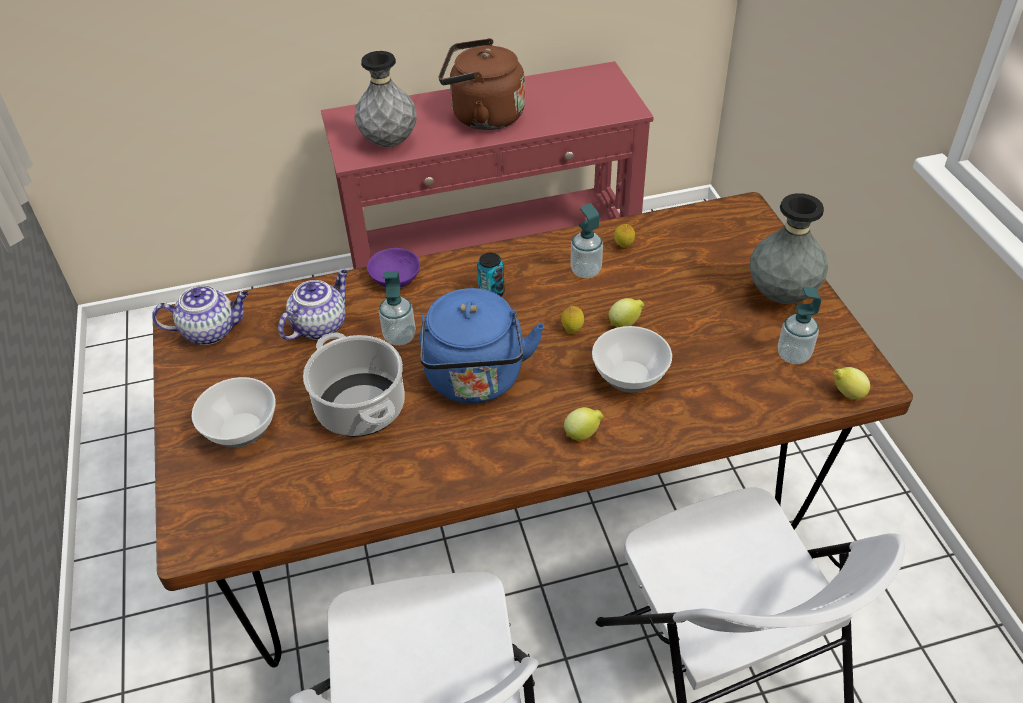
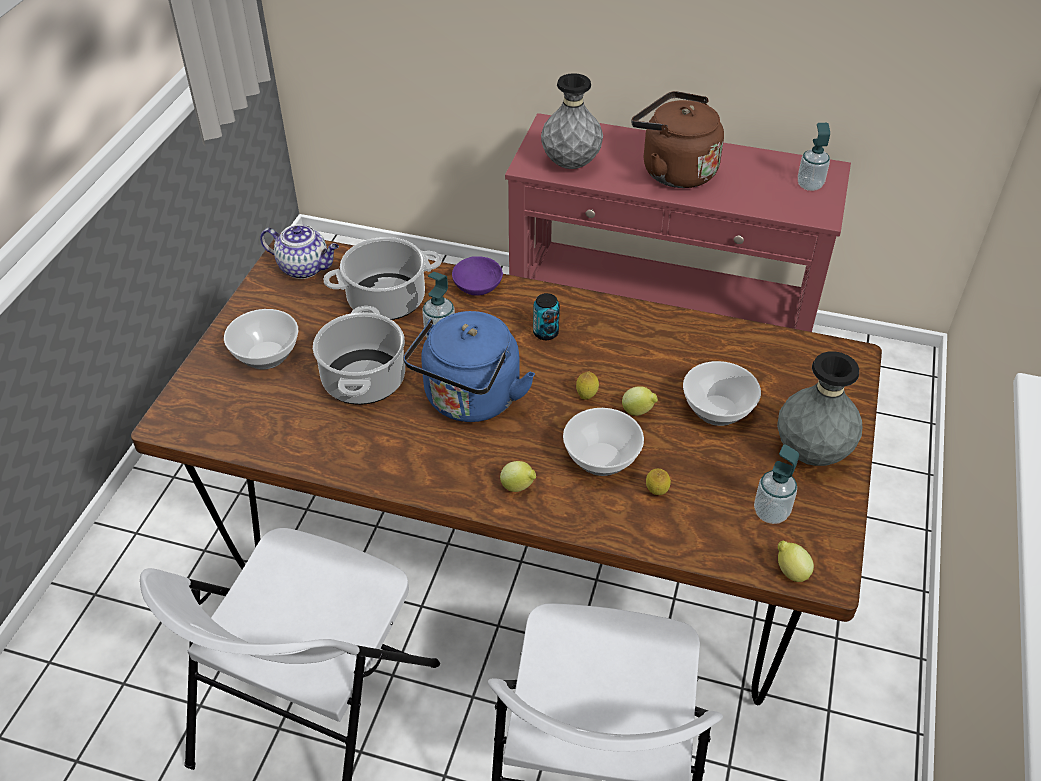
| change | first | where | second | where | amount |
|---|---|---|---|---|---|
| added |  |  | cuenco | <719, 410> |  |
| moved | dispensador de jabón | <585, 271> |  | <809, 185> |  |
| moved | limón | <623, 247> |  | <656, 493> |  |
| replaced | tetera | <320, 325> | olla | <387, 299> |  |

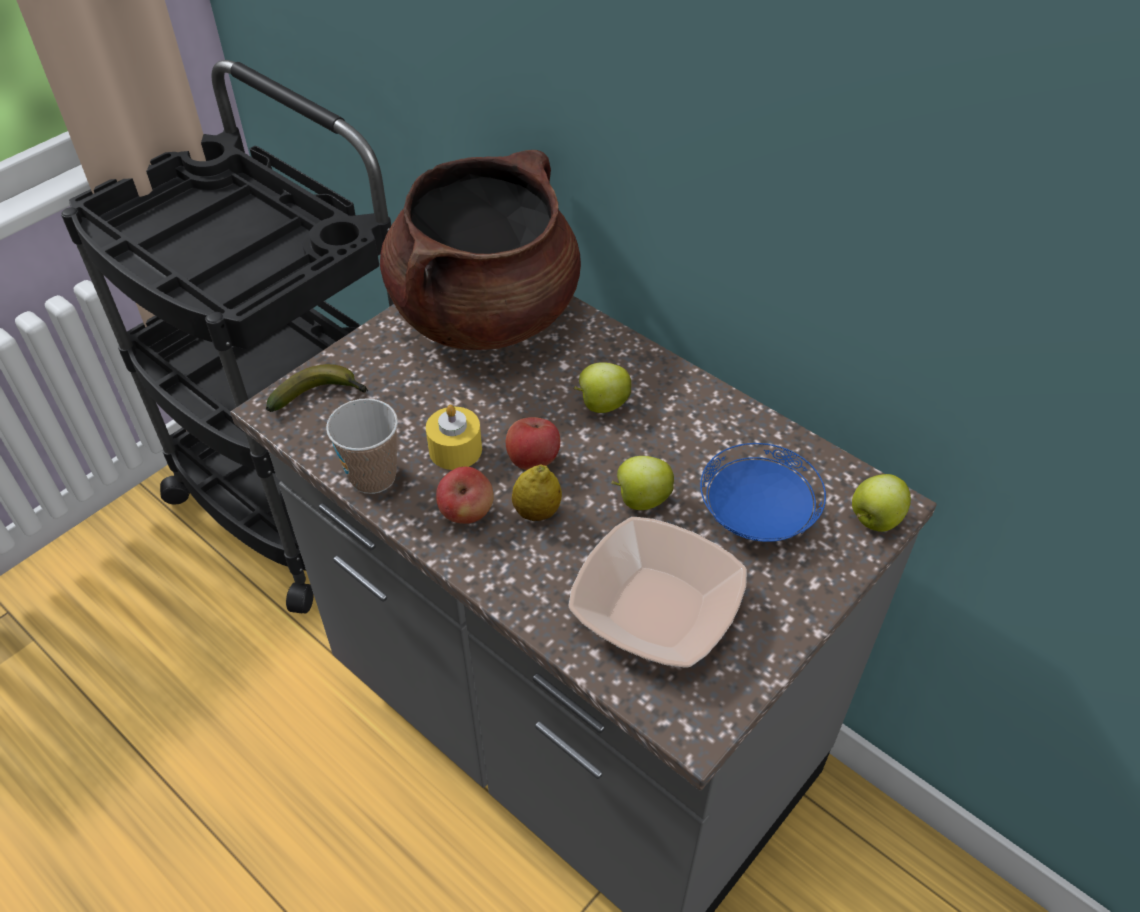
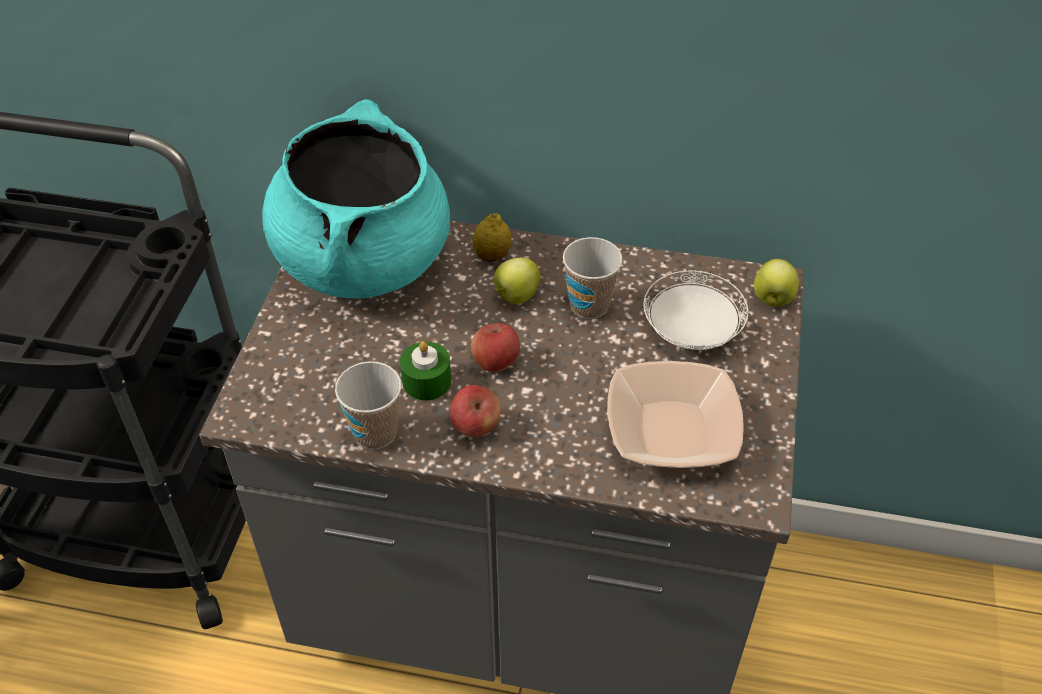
| change | first | where | second | where | amount |
|---|---|---|---|---|---|
| removed | plátano | <321, 396> |  |  |  |
| removed | manzana | <641, 499> |  |  |  |
| added |  |  | taza | <589, 305> |  |
| moved | limón | <537, 512> |  | <492, 256> |  |
| recoloured | olla/marrón | <485, 314> | olla/turquesa | <363, 260> |  |
| recoloured | vela/amarillo | <455, 450> | vela/verde | <426, 381> |  |
| recoloured | plato/azul | <756, 514> | plato/blanco | <691, 330> |  |

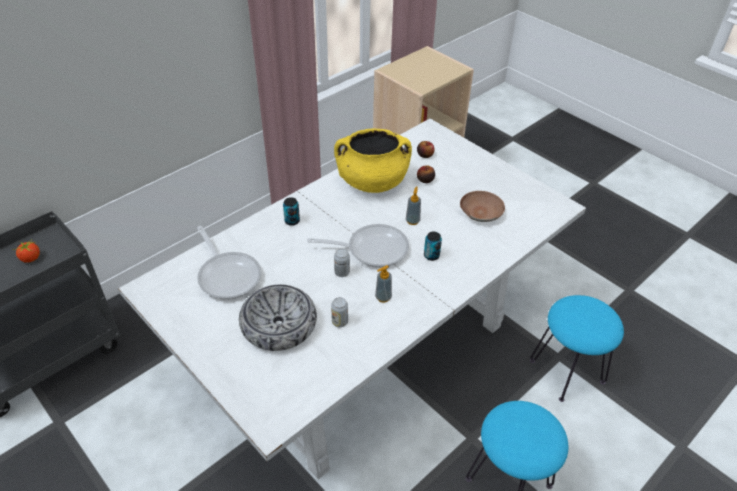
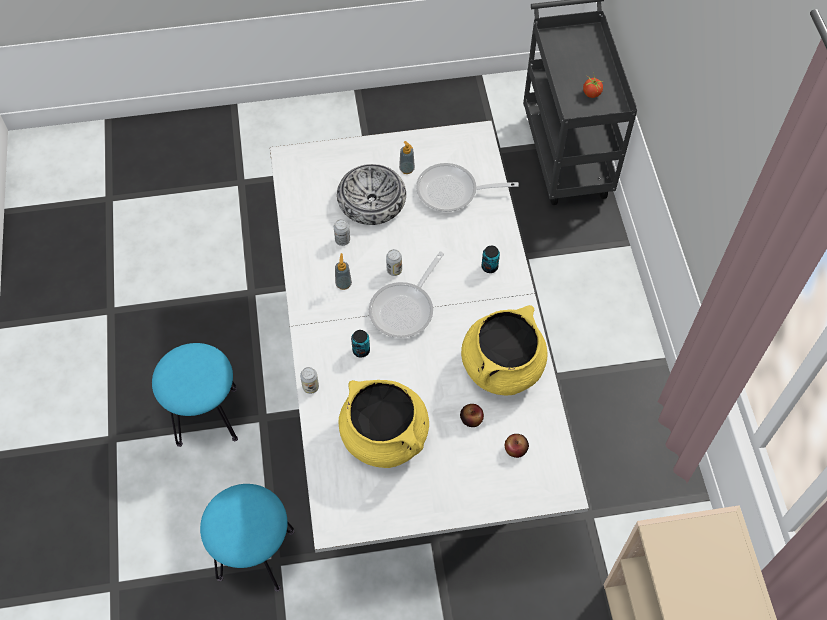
| change | first | where | second | where | amount |
|---|---|---|---|---|---|
| added |  |  | lata | <310, 387> |  |
| moved | dispensador de jabón | <412, 221> |  | <407, 169> |  |
| replaced | cuenco/marrón | <480, 212> | olla/amarillo | <385, 436> |  |

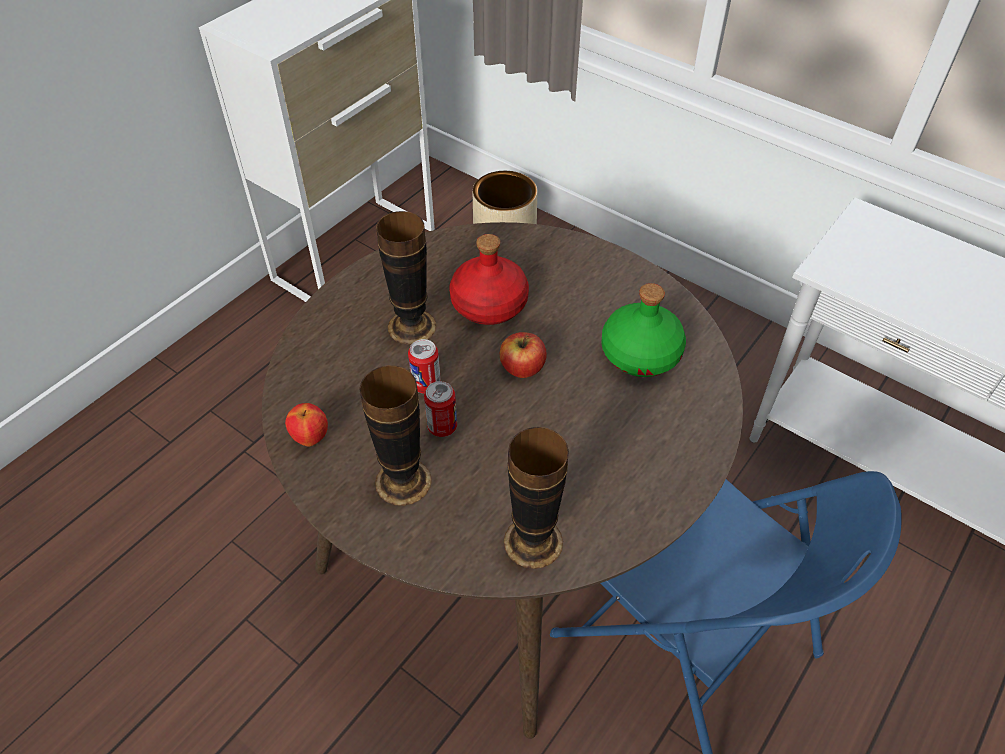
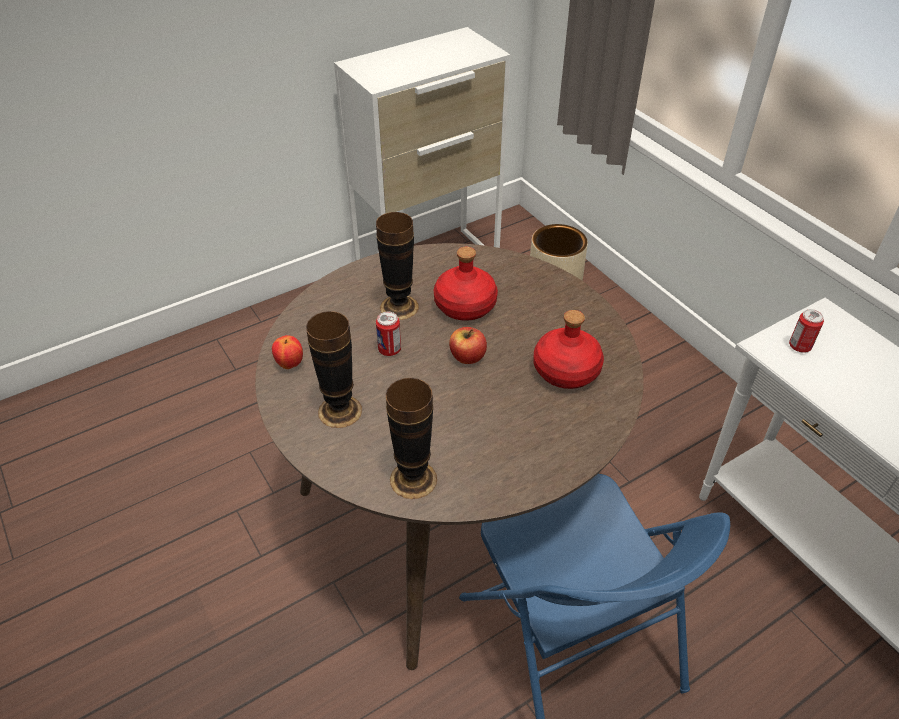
| change | first | where | second | where | amount |
|---|---|---|---|---|---|
| moved | lata | <442, 427> |  | <799, 346> |  |
| recoloured | botella/verde | <641, 354> | botella/rojo | <567, 371> |  |

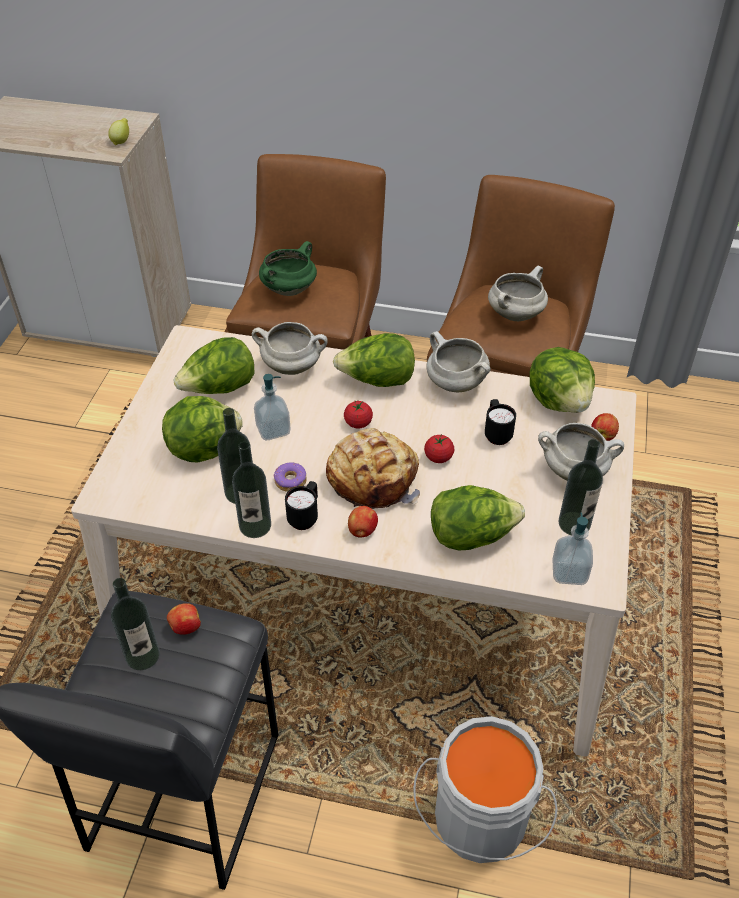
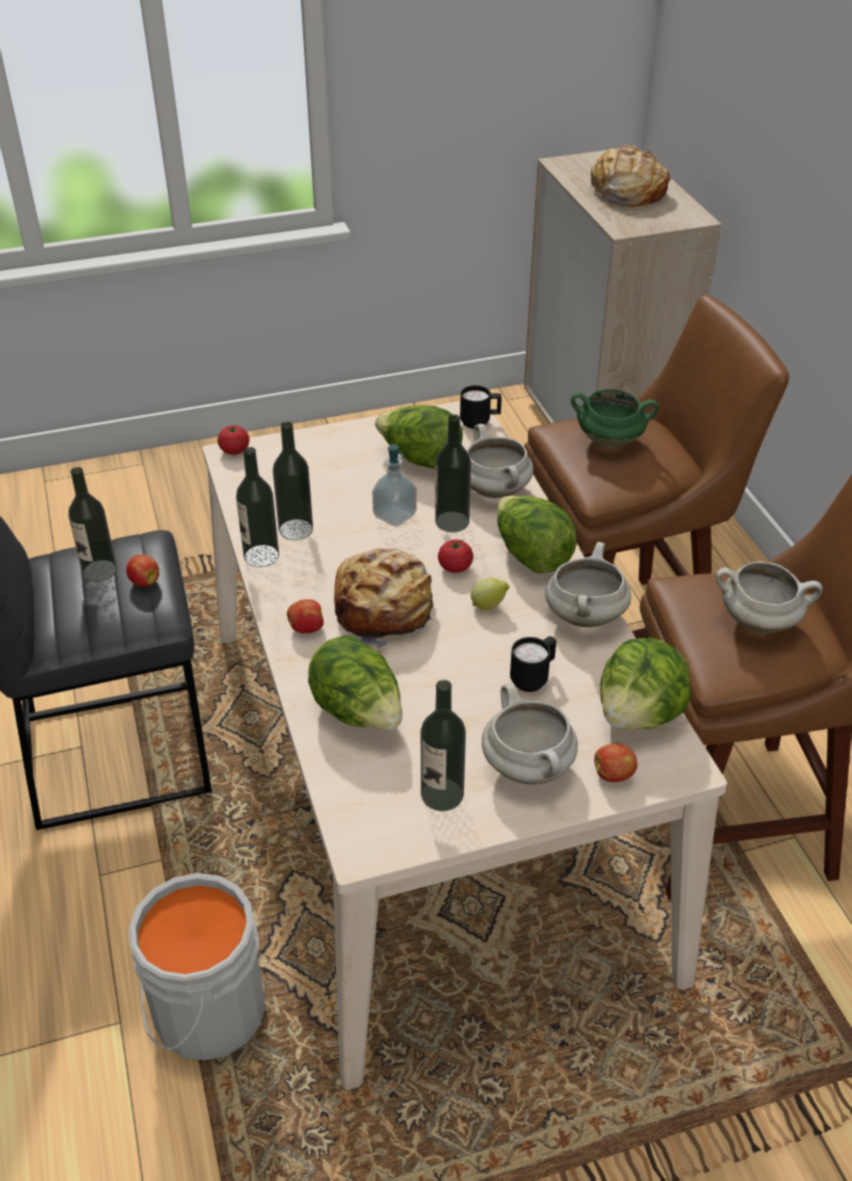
| change | first | where | second | where | amount |
|---|---|---|---|---|---|
| removed | lechuga | <203, 448> |  |  |  |
| removed | rosquilla | <290, 481> |  |  |  |
| removed | dispensador de jabón | <569, 572> |  |  |  |
| added |  |  | botella | <452, 522> |  |
| added |  |  | pan | <626, 191> |  |
| moved | limón | <121, 141> |  | <489, 606> |  |
| moved | taza grande/negro | <305, 517> |  | <480, 422> |  |
| moved | tomate | <438, 457> |  | <234, 450> |  |

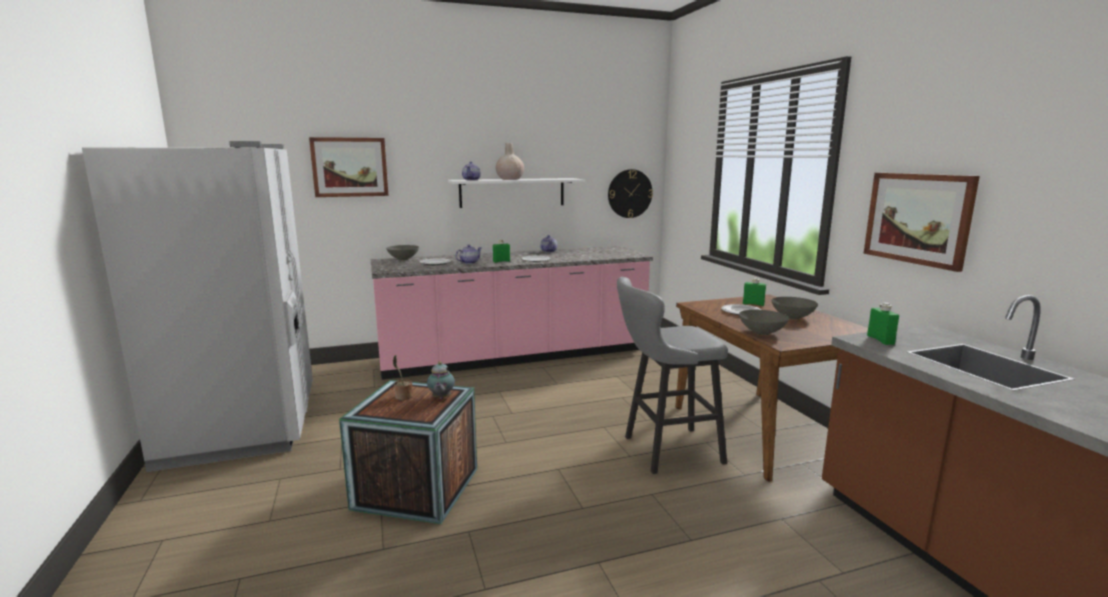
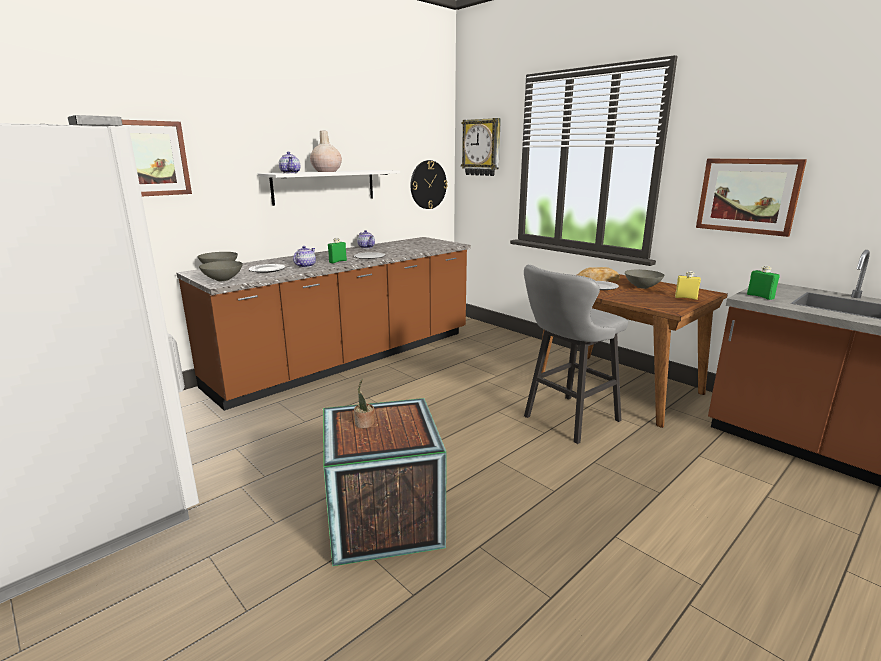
| change | first | where | second | where | amount |
|---|---|---|---|---|---|
| removed | tetera | <441, 398> |  |  |  |
| added |  |  | reloj de pared | <482, 147> |  |
| added |  |  | botella/amarillo | <686, 298> |  |
| moved | cuenco/gris | <761, 332> |  | <223, 279> |  |
| replaced | botella/verde | <753, 304> | pan | <597, 279> |  |
| recoloured | mueble bajo de cocina/rosa | <515, 356> | mueble bajo de cocina/marrón | <349, 359> |  |

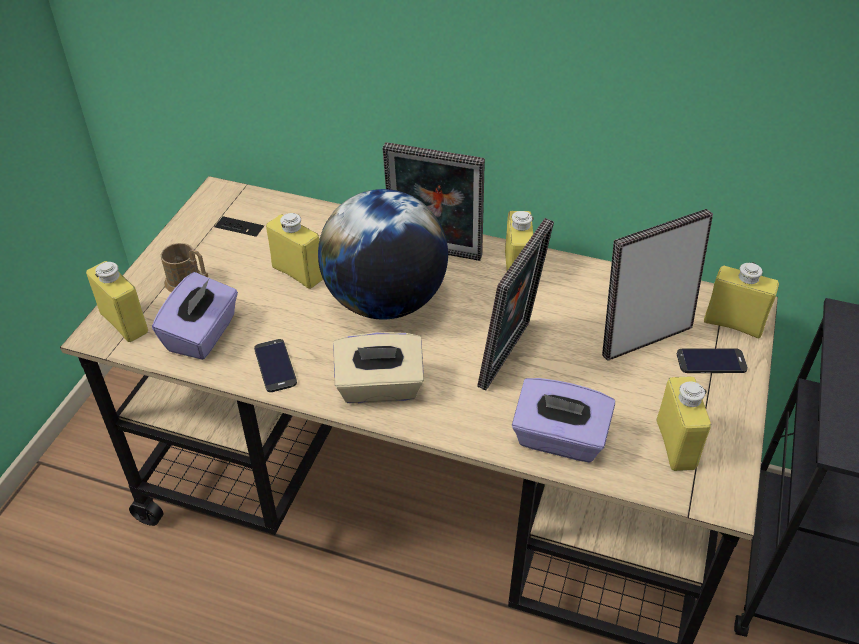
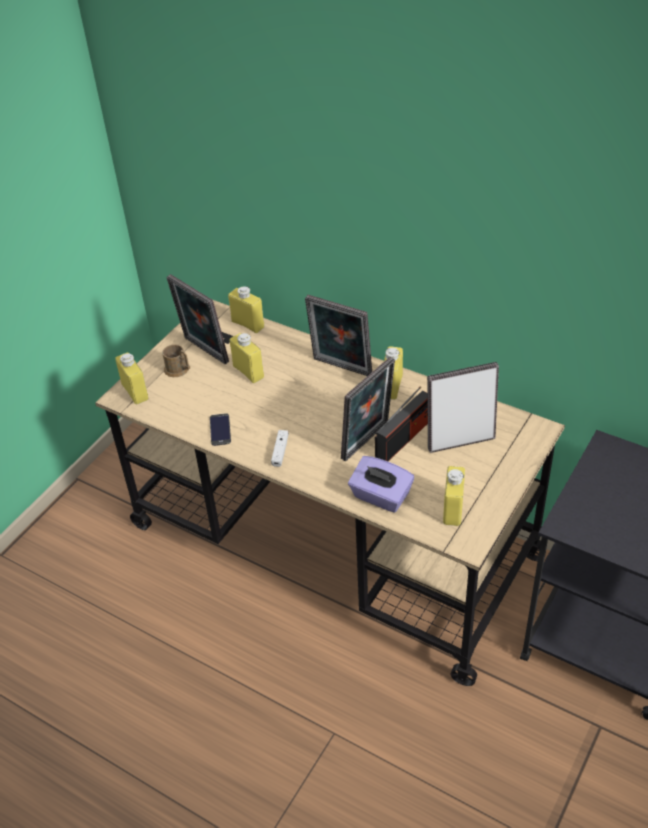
| change | first | where | second | where | amount |
|---|---|---|---|---|---|
| removed | caja de pañuelos/morado | <202, 334> |  |  |  |
| removed | globo terráqueo | <385, 301> |  |  |  |
| removed | móvil | <711, 361> |  |  |  |
| added |  |  | portarretratos | <203, 351> |  |
| added |  |  | radio | <403, 439> |  |
| moved | botella/amarillo | <733, 324> |  | <248, 324> |  |
| replaced | caja de pañuelos/beis | <379, 388> | mando de consola/blanco | <280, 451> |  |

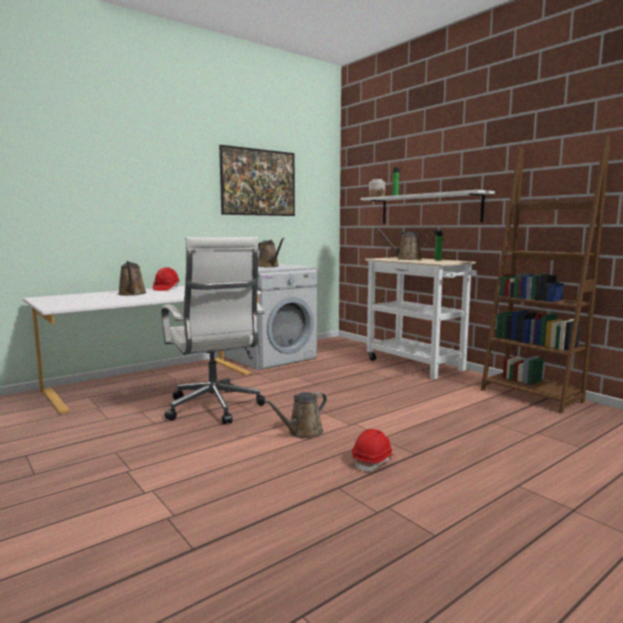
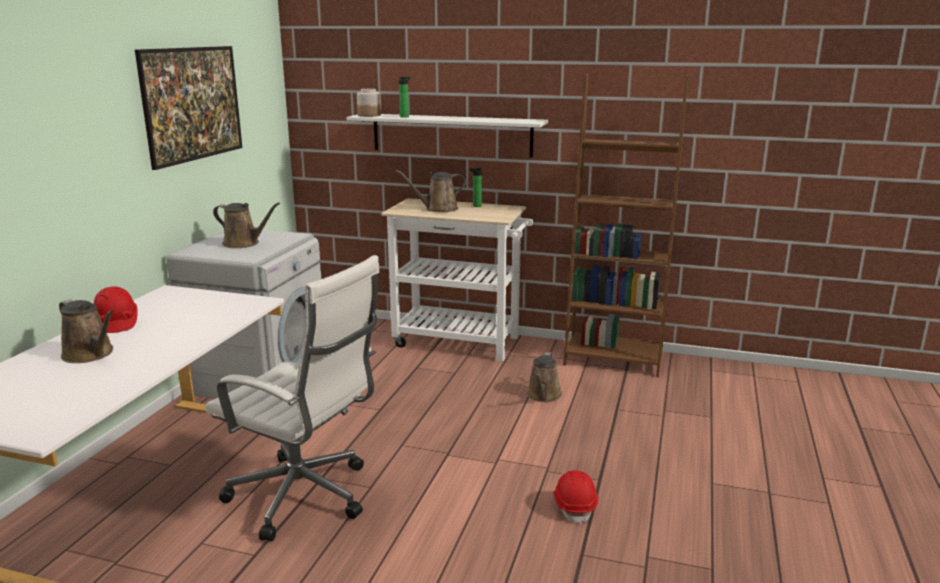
| change | first | where | second | where | amount |
|---|---|---|---|---|---|
| moved | regadera/marrón | <302, 432> |  | <543, 396> |  |

